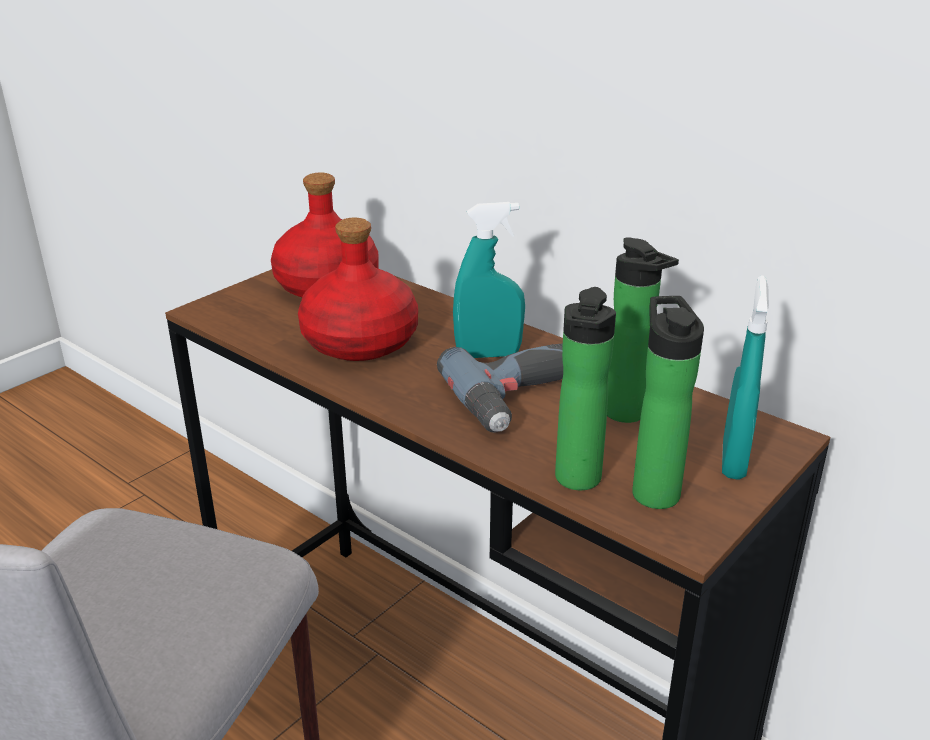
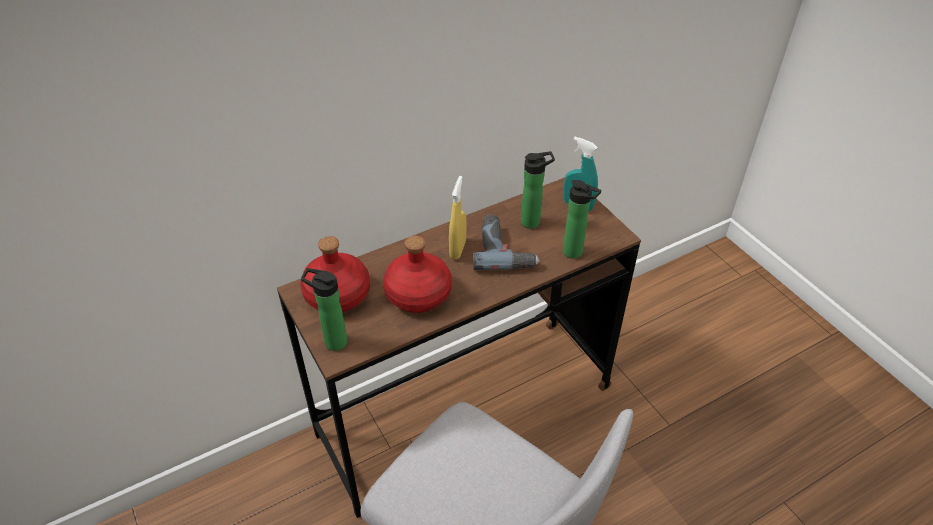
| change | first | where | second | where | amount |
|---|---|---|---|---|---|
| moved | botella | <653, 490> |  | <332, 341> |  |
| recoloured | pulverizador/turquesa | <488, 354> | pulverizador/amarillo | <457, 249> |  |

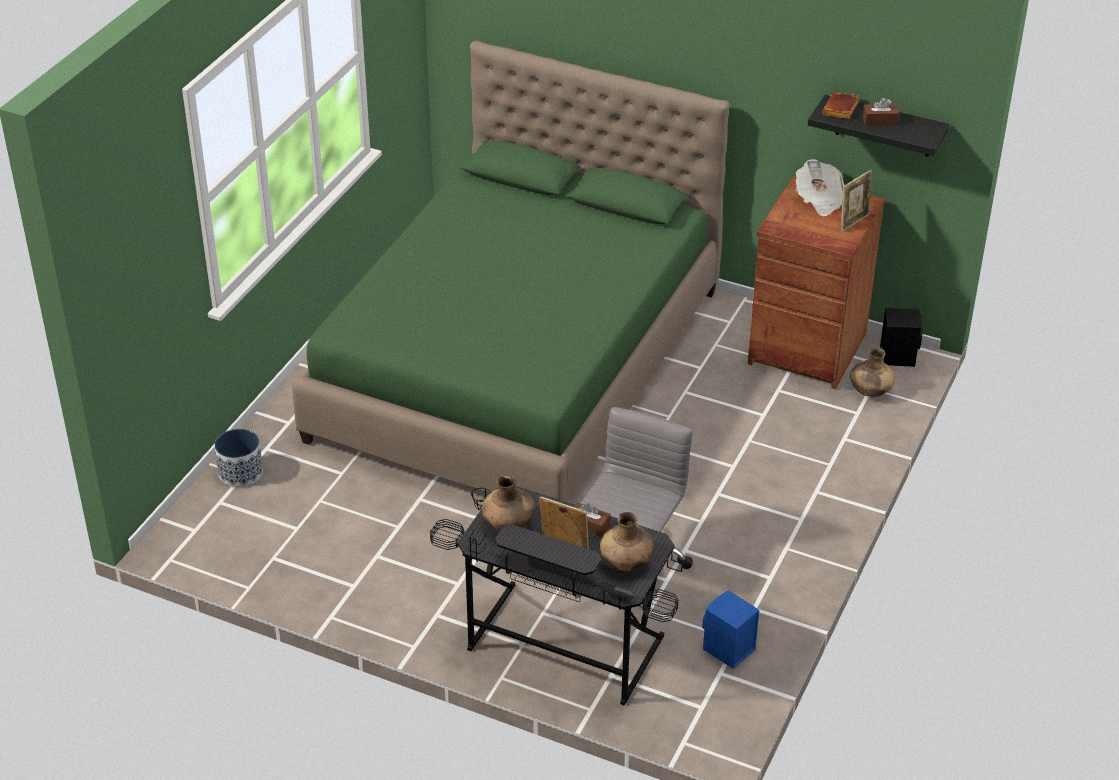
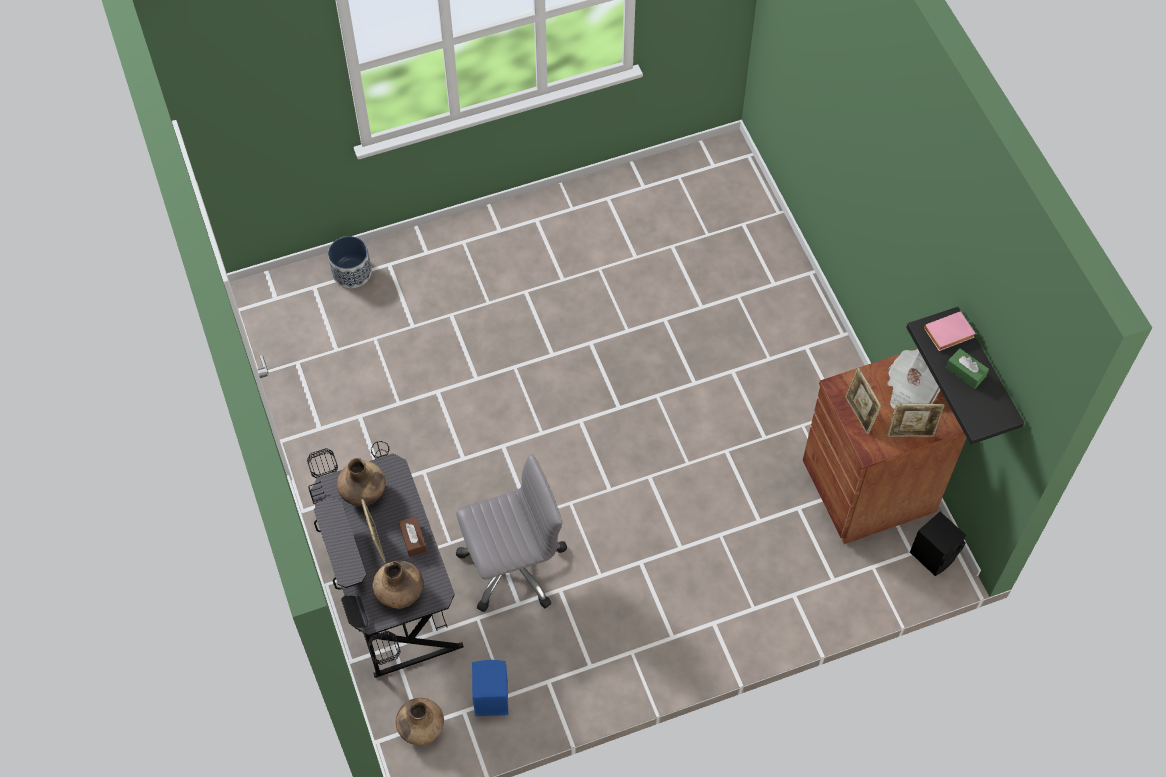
| change | first | where | second | where | amount |
|---|---|---|---|---|---|
| removed | cama/verde | <518, 364> |  |  |  |
| added |  |  | portarretratos | <859, 415> |  |
| moved | florero/marrón | <870, 391> |  | <421, 728> |  |
| recoloured | libro/marrón | <841, 110> | libro/rosa | <948, 335> |  |
| recoloured | caja de pañuelos/marrón | <879, 121> | caja de pañuelos/verde | <965, 372> |  |

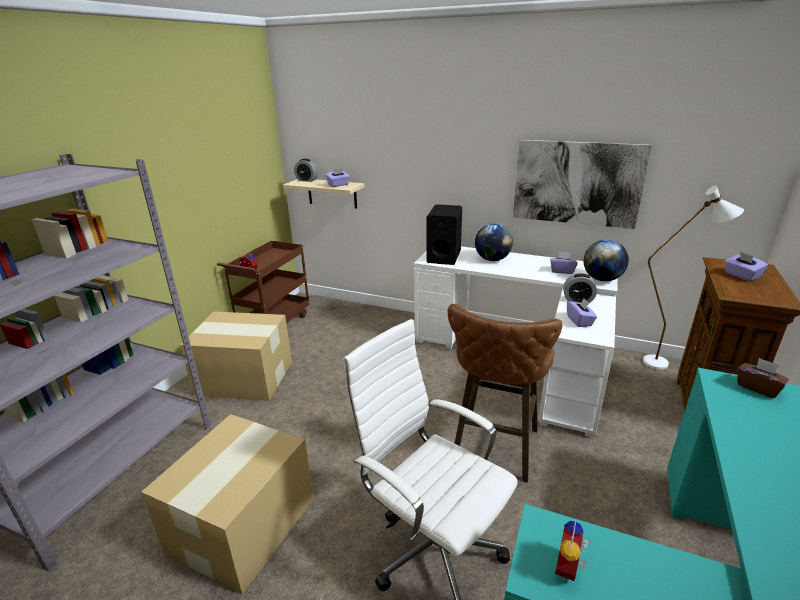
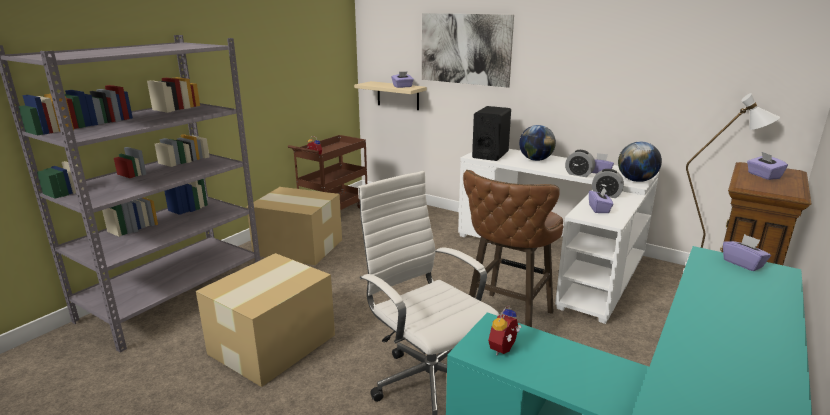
| change | first | where | second | where | amount |
|---|---|---|---|---|---|
| moved | despertador | <306, 180> |  | <578, 174> |  |
| moved | cuadro | <577, 183> |  | <465, 49> |  |
| recoloured | caja de pañuelos/marrón | <757, 388> | caja de pañuelos/morado | <743, 263> |  |

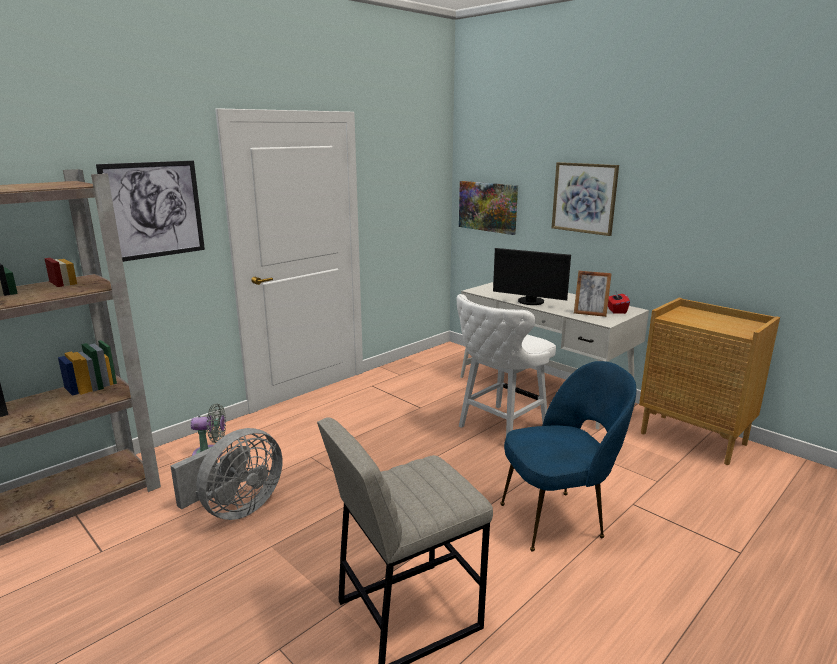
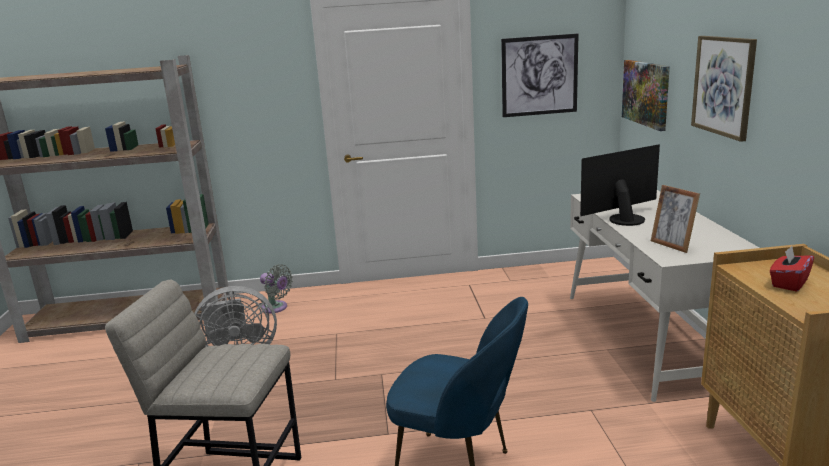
| change | first | where | second | where | amount |
|---|---|---|---|---|---|
| removed | taburete/blanco | <500, 427> |  |  |  |
| moved | cuadro | <154, 210> |  | <539, 75> |  |
| moved | caja de pañuelos/rojo | <616, 310> |  | <789, 283> |  |
| turned | monitor | <530, 302> |  | <623, 219> | 90 degrees clockwise |

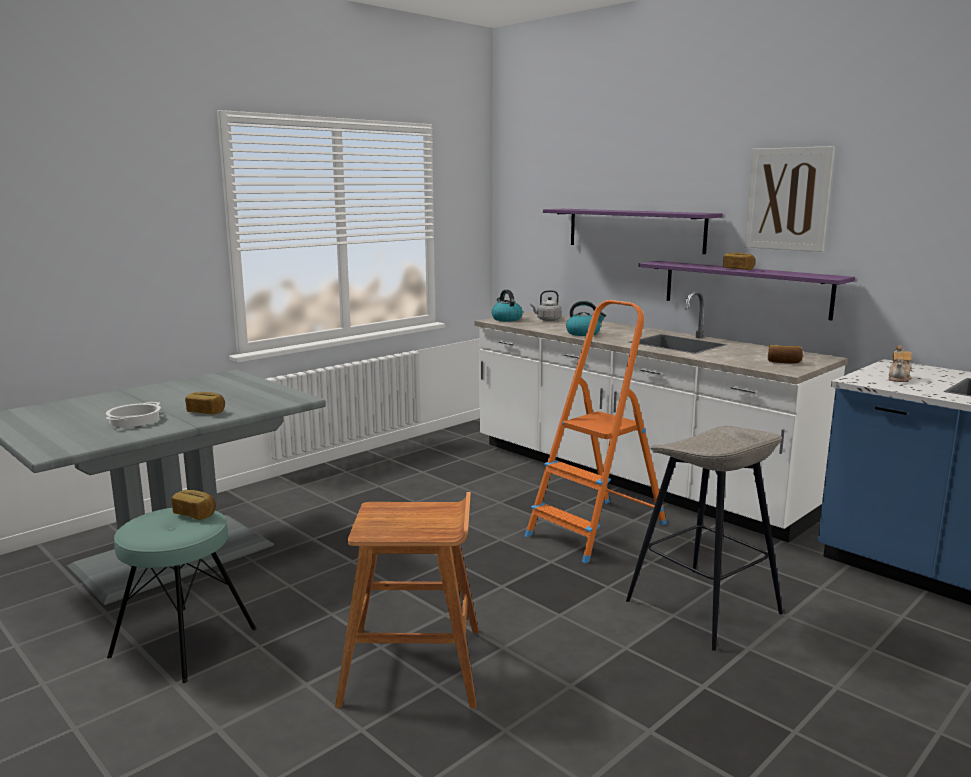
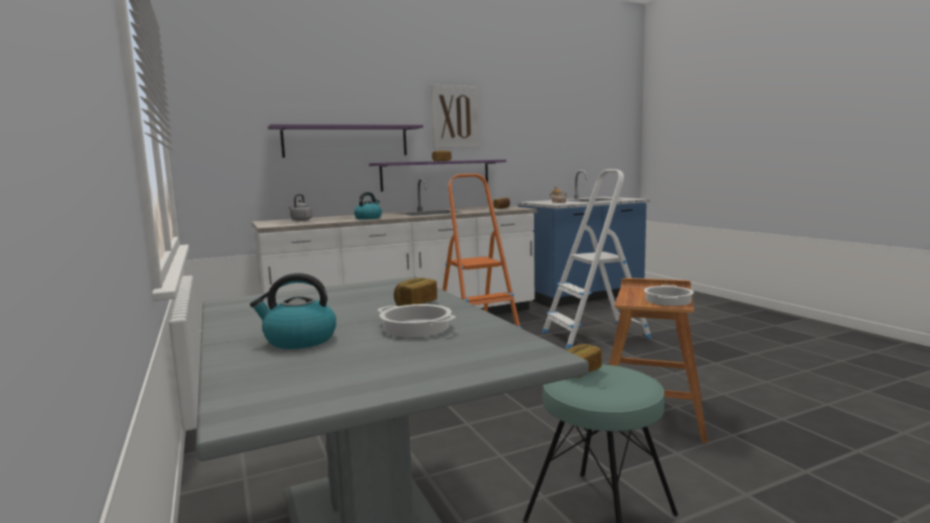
| change | first | where | second | where | amount |
|---|---|---|---|---|---|
| added |  |  | olla | <668, 300> |  |
| moved | hervidor | <506, 319> |  | <299, 340> |  |
| replaced | taburete/gris | <703, 607> | escalera de tijera/blanco | <594, 335> |  |

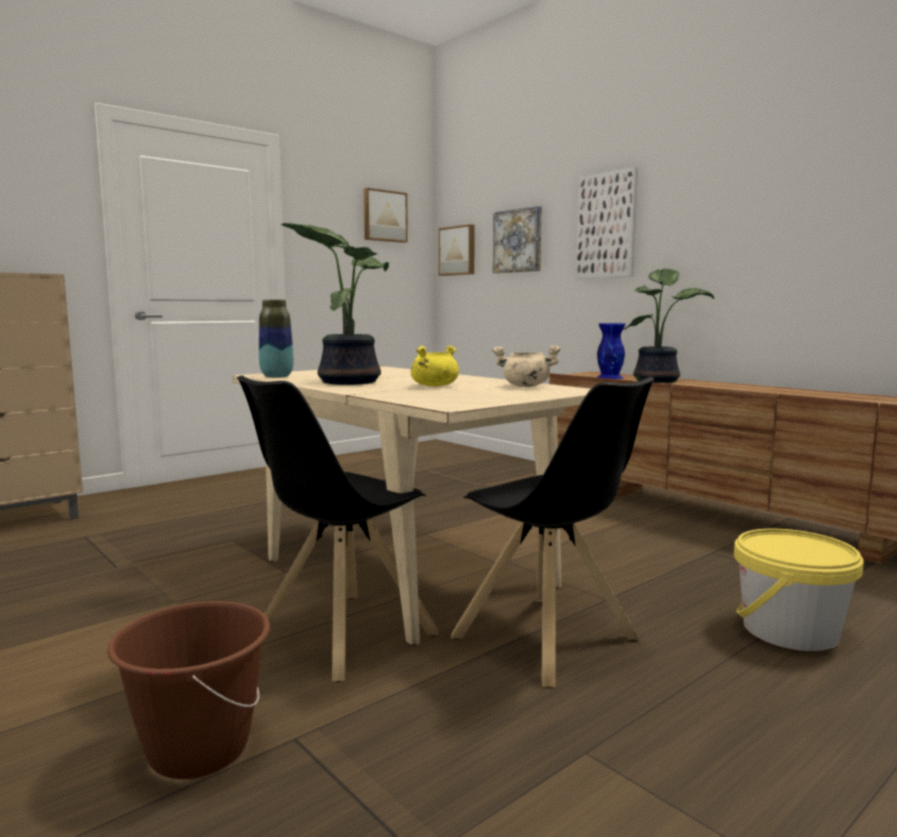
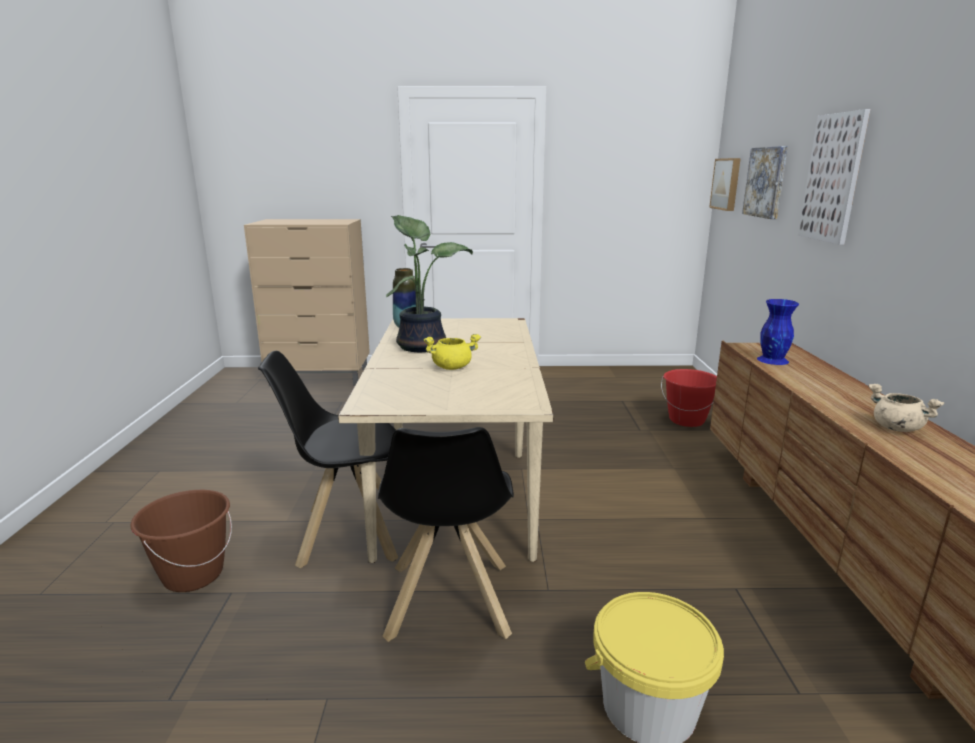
| change | first | where | second | where | amount |
|---|---|---|---|---|---|
| removed | cuadro | <384, 216> |  |  |  |
| removed | planta en maceta | <658, 380> |  |  |  |
| added |  |  | cubo/rojo | <687, 420> |  |
| moved | olla/beis | <525, 386> |  | <895, 428> |  |

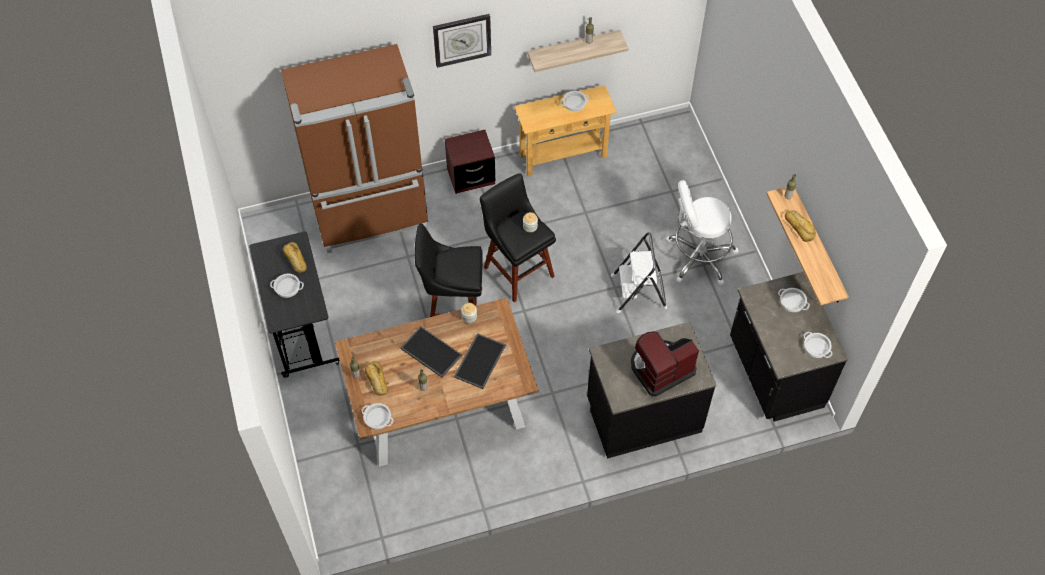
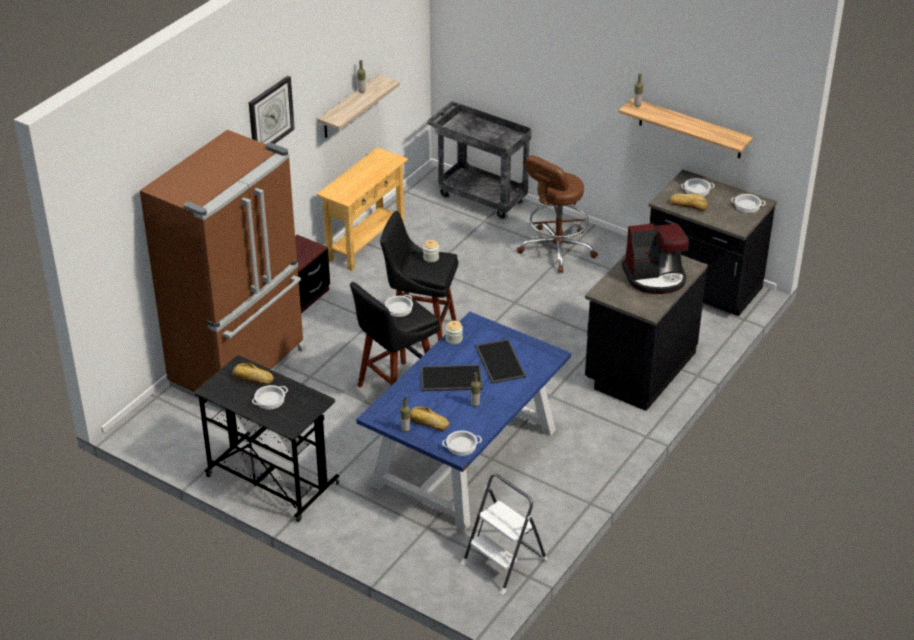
| change | first | where | second | where | amount |
|---|---|---|---|---|---|
| added |  |  | carrito/gris | <478, 199> |  |
| moved | olla | <574, 103> |  | <398, 308> |  |
| moved | escalera de tijera/blanco | <641, 291> |  | <507, 560> |  |
| moved | pan | <799, 227> |  | <688, 204> |  |
| recoloured | mesa de comedor/marrón | <441, 404> | mesa de comedor/azul | <465, 457> |  |
| recoloured | taburete/blanco | <698, 257> | taburete/marrón | <556, 250> |  |
| turned | cafetera | <660, 368> |  | <655, 277> | 120 degrees counterclockwise |

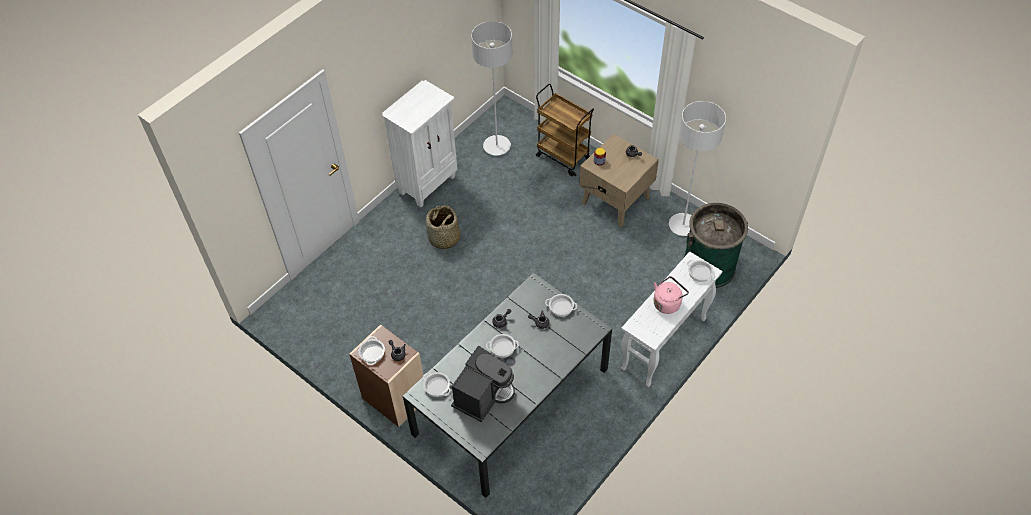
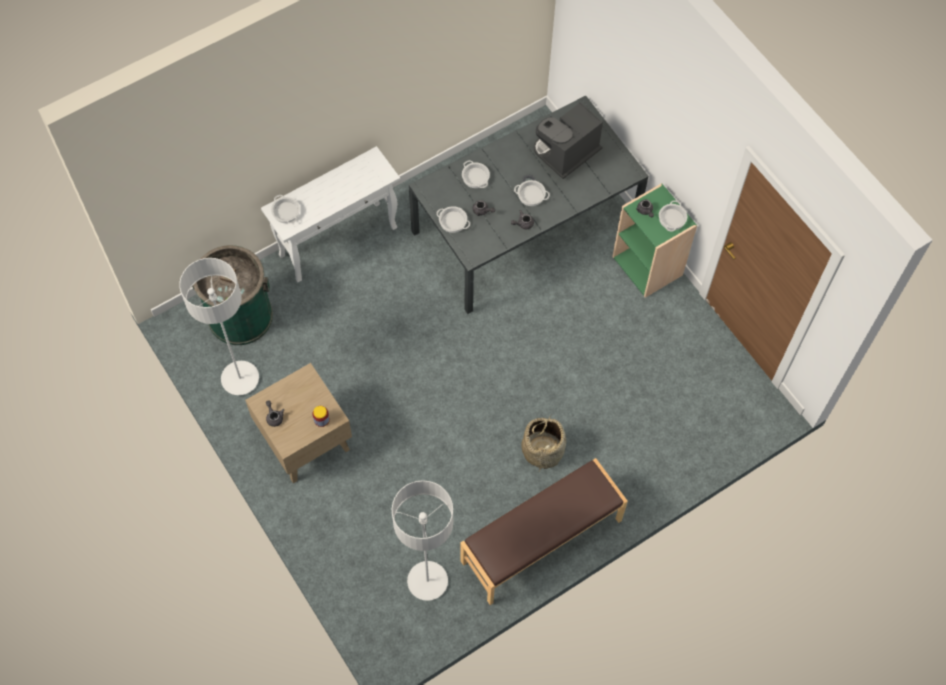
| change | first | where | second | where | amount |
|---|---|---|---|---|---|
| removed | carrito/marrón | <563, 157> |  |  |  |
| removed | hervidor/rosa | <667, 303> |  |  |  |
| moved | olla | <436, 386> |  | <476, 177> |  |
| replaced | armario/blanco | <428, 185> | banco/marrón | <542, 541> |  |
| recoloured | estantería/marrón | <393, 398> | estantería/verde | <648, 266> |  |

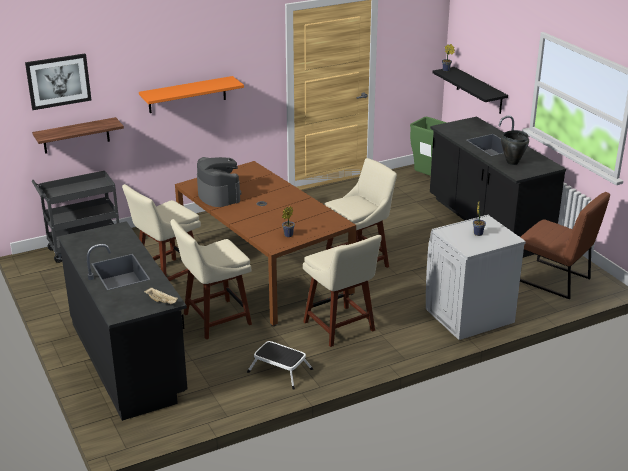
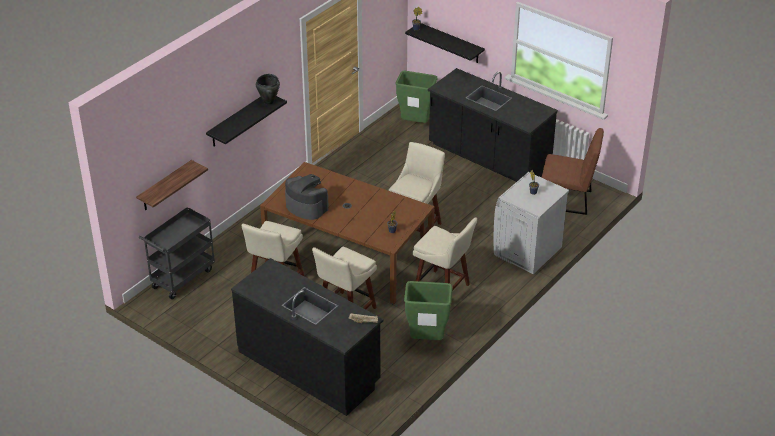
| change | first | where | second | where | amount |
|---|---|---|---|---|---|
| removed | cuadro | <58, 81> |  |  |  |
| moved | olla/negro | <512, 162> |  | <268, 102> |  |
| replaced | escalera de tijera/negro | <280, 370> | papelera/verde | <426, 339> |  |
| recoloured | estante/naranja | <187, 94> | estante/negro | <238, 120> |  |

